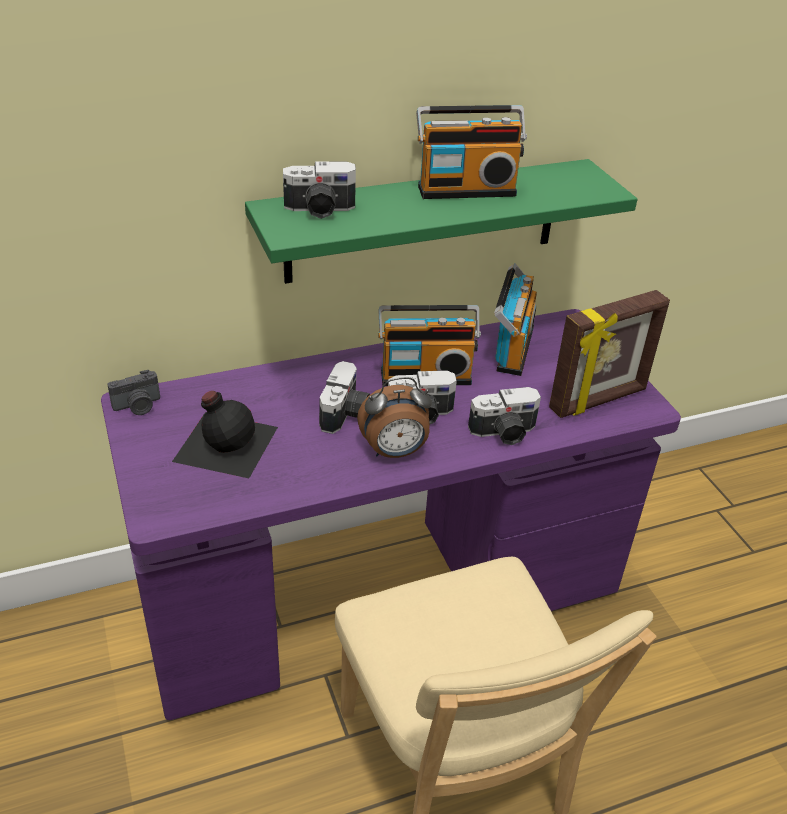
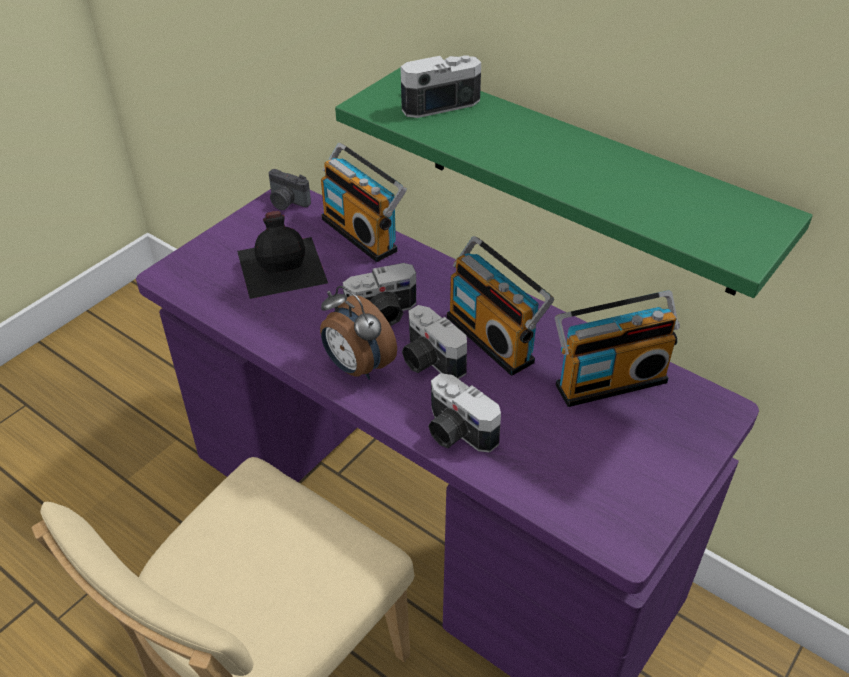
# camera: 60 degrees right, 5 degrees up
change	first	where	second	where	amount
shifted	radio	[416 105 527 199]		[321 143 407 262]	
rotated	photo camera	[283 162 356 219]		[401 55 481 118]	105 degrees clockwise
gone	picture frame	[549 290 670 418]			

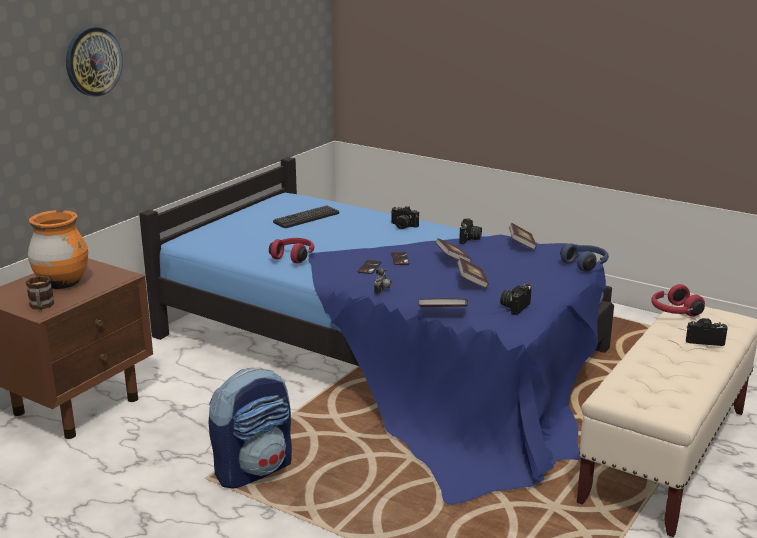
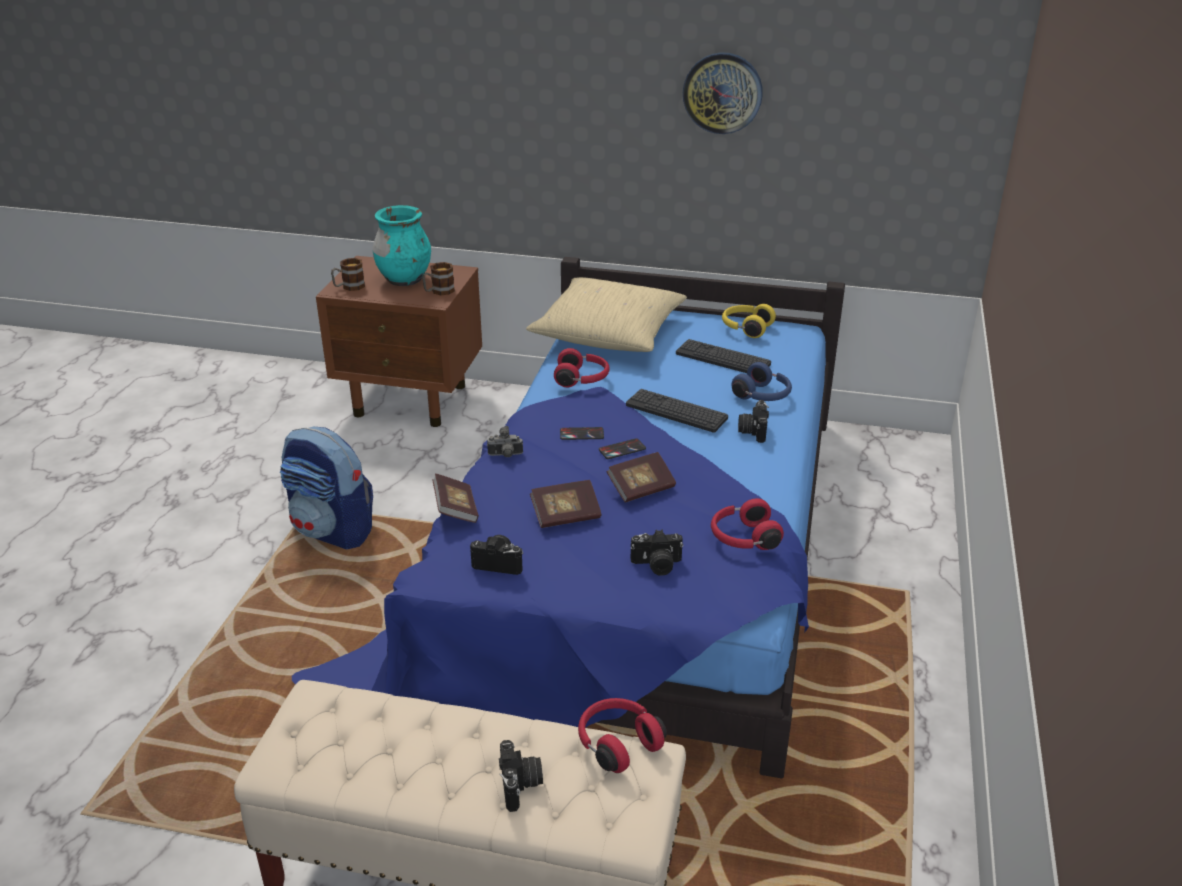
# camera: 70 degrees right, 10 degrees up
change	first	where	second	where	amount
shifted	wall clock	[66 27 123 96]		[683 52 763 134]	
repainted	vase/orange	[28 210 88 289]	vase/turquoise	[372 205 431 286]	
shifted	photo camera	[459 218 482 244]		[631 530 683 576]	
swapped	book	[509 223 537 250]	headphones/red	[711 498 784 550]	
shifted	headphones/blue	[560 243 609 272]		[732 362 792 401]	
new			mug	[422 262 455 295]	
new			pillow/beige	[526 277 687 352]	
new			headphones/yellow	[722 304 776 338]	
new			keyboard	[626 389 728 433]	

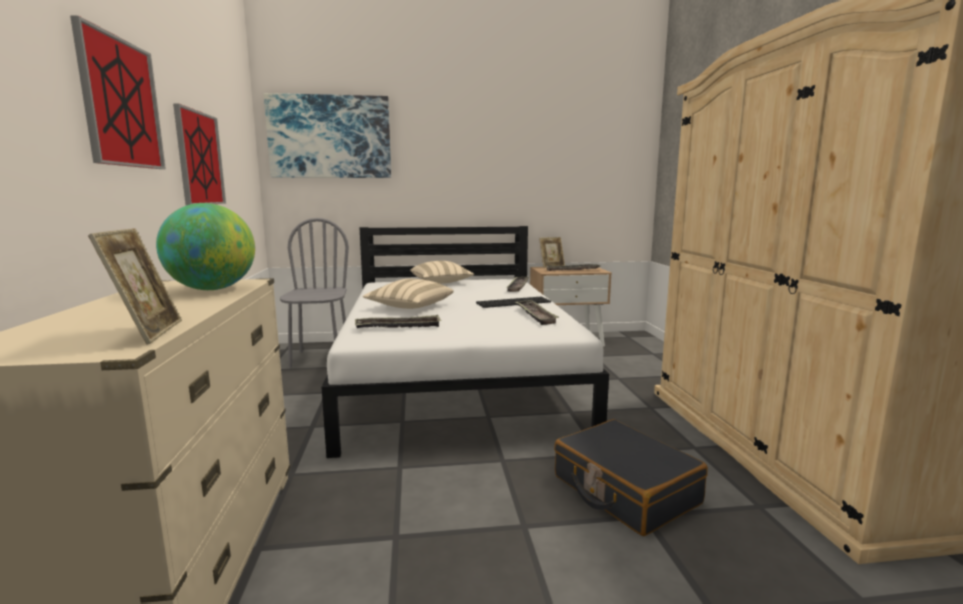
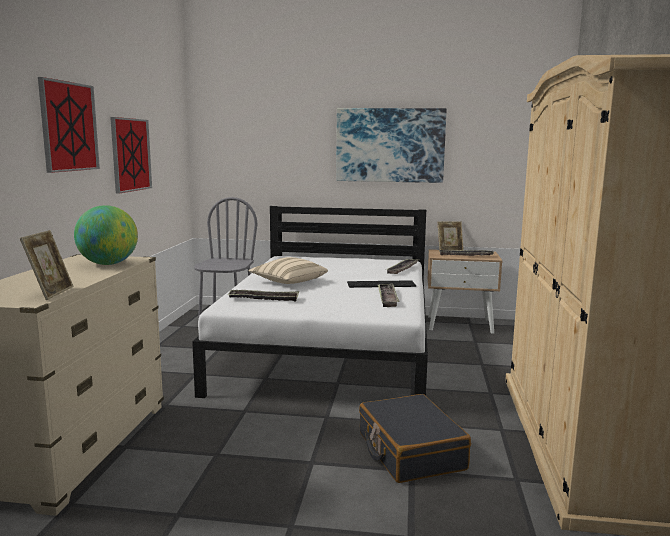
# camera: 15 degrees right, 0 degrees up
change	first	where	second	where	amount
shifted	picture	[264 93 391 178]		[336 108 447 183]	
gone	pillow/beige	[410 261 474 284]			

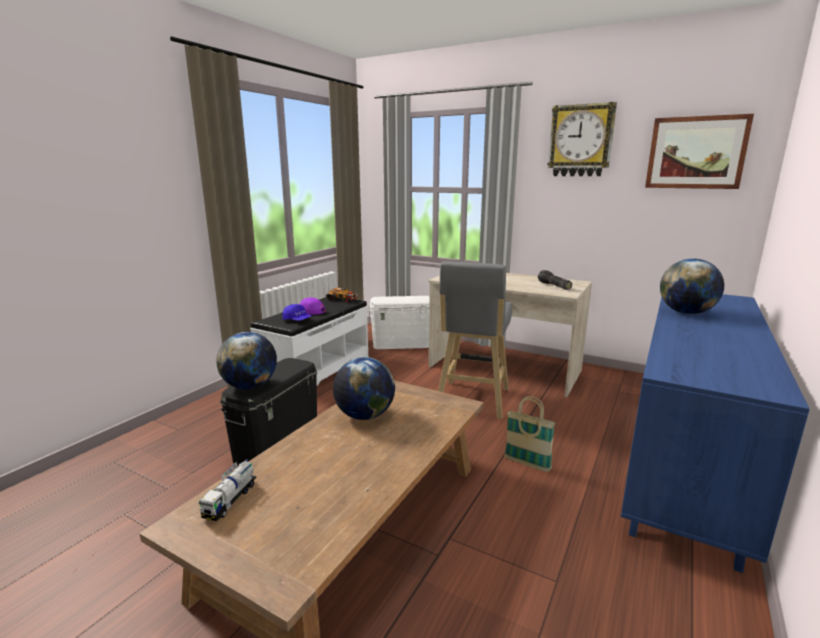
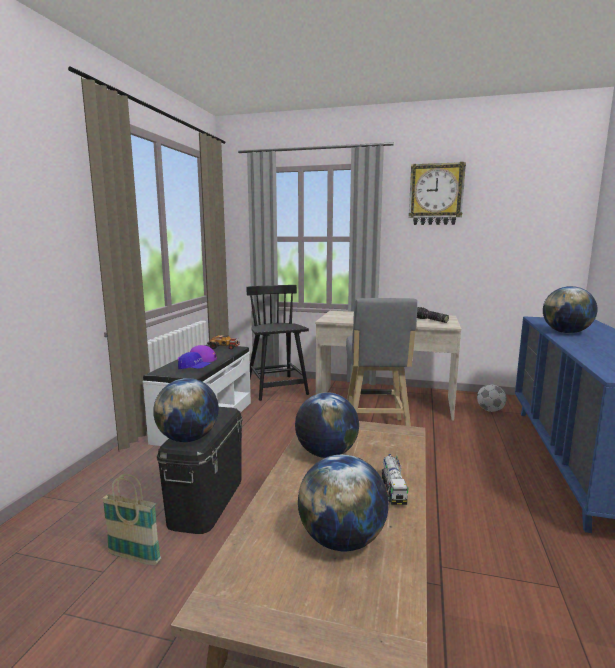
# camera: 15 degrees left, 5 degrees down
change	first	where	second	where	amount
gone	picture	[645 114 754 189]			
swapped	storage box/white	[369 296 430 349]	chair/black	[246 285 309 401]	
shifted	basket	[504 396 555 472]		[102 474 161 566]	
shifted	toy truck	[199 459 256 521]		[382 454 408 505]	
new			football	[477 384 506 412]	
new			globe	[298 455 389 551]	

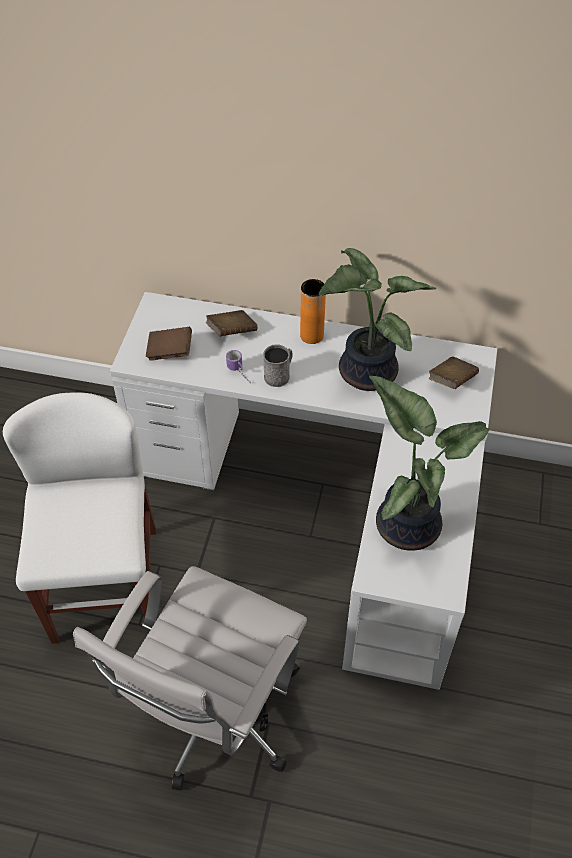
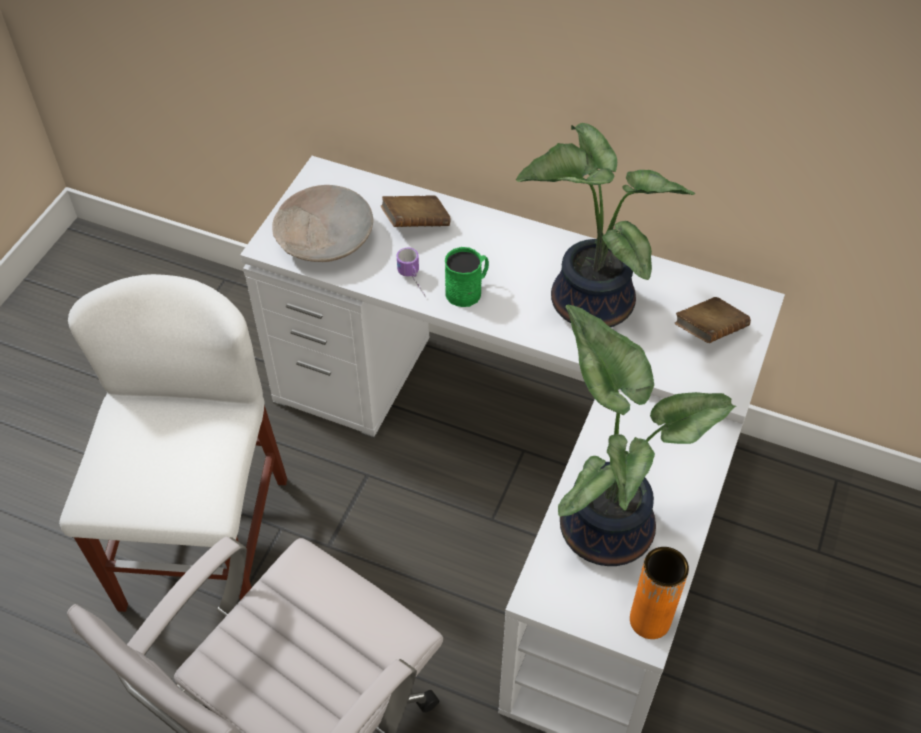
# camera: 10 degrees right, 0 degrees up
change	first	where	second	where	amount
shifted	vase/orange	[300 279 326 344]		[630 547 689 639]	
swapped	book/brown	[146 327 192 360]	bowl/beige	[272 185 373 262]	
repainted	mug/grey	[263 344 293 387]	mug/green	[445 247 489 307]	

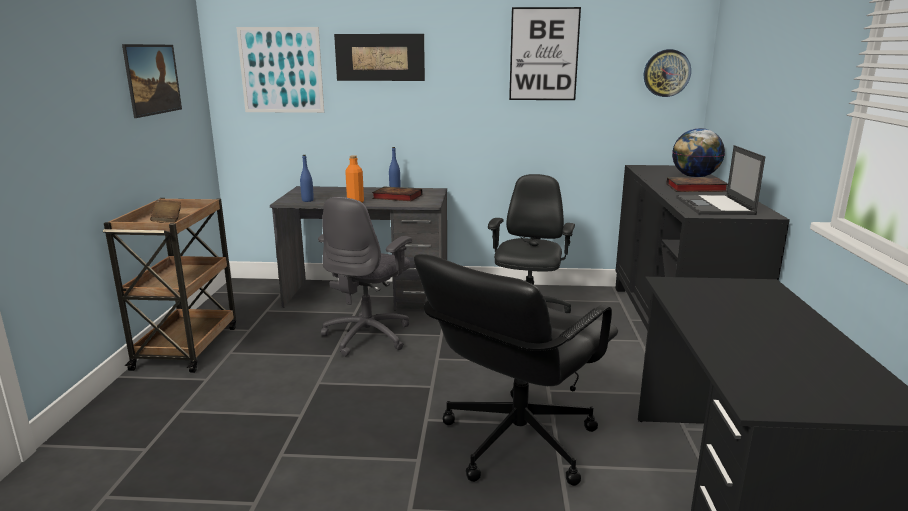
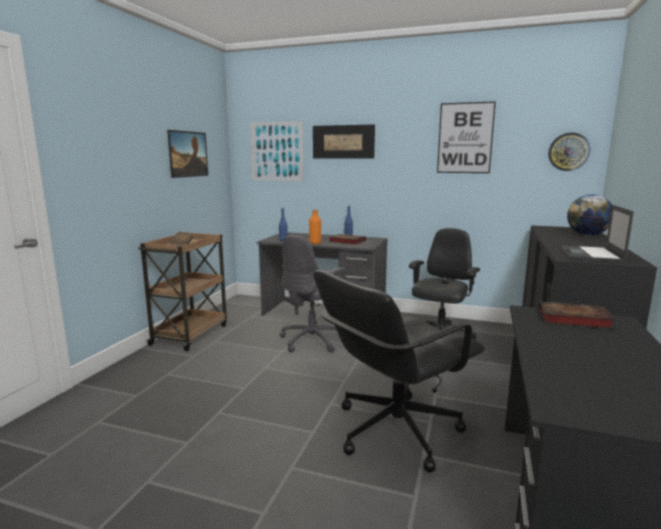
# camera: 15 degrees right, 5 degrees down
change	first	where	second	where	amount
shifted	book	[667 177 728 192]		[539 302 615 329]	

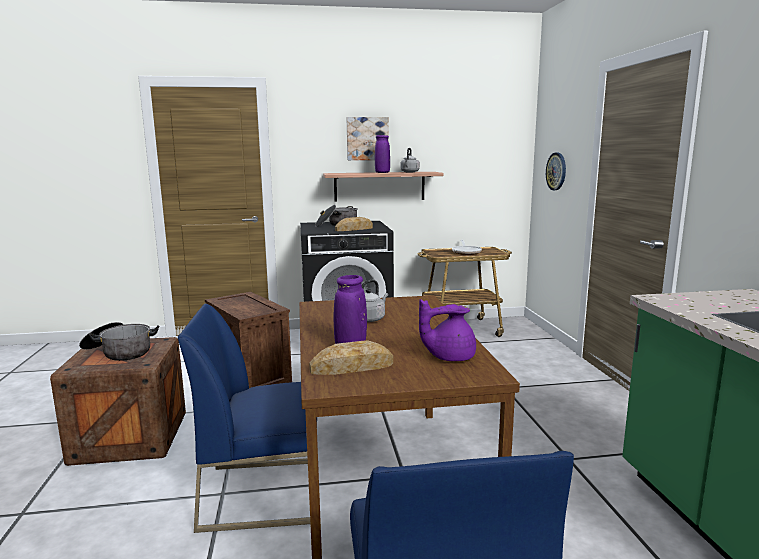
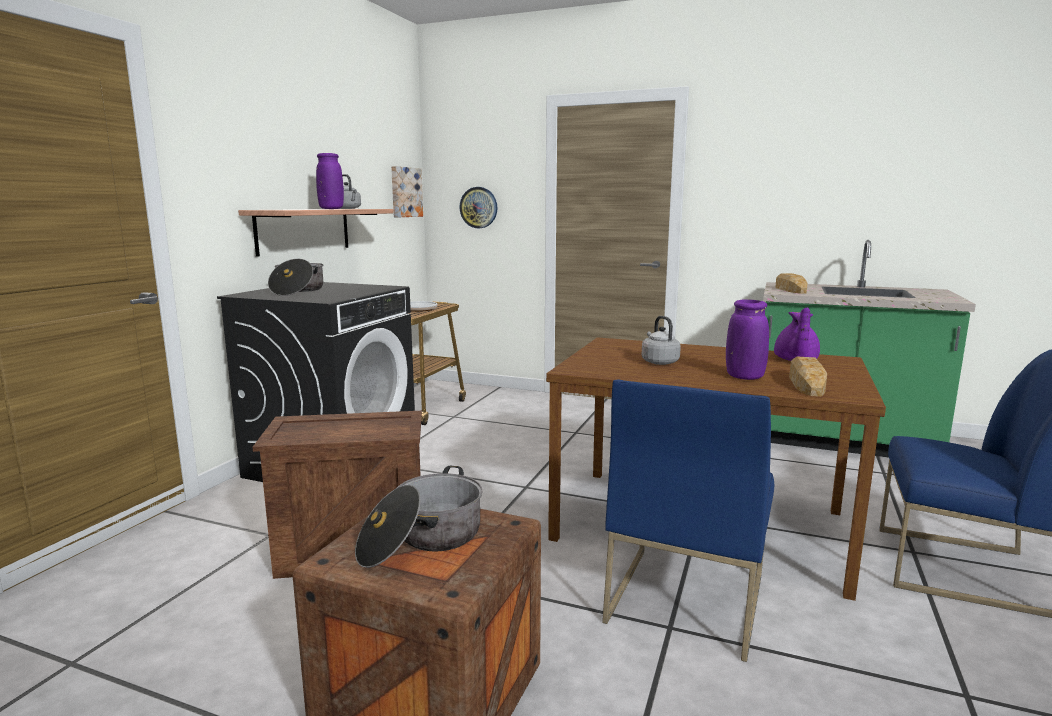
# camera: 60 degrees left, 0 degrees up
change	first	where	second	where	amount
shifted	picture	[347 117 389 160]		[391 166 423 217]	
shifted	bread	[335 217 373 231]		[775 273 808 294]	

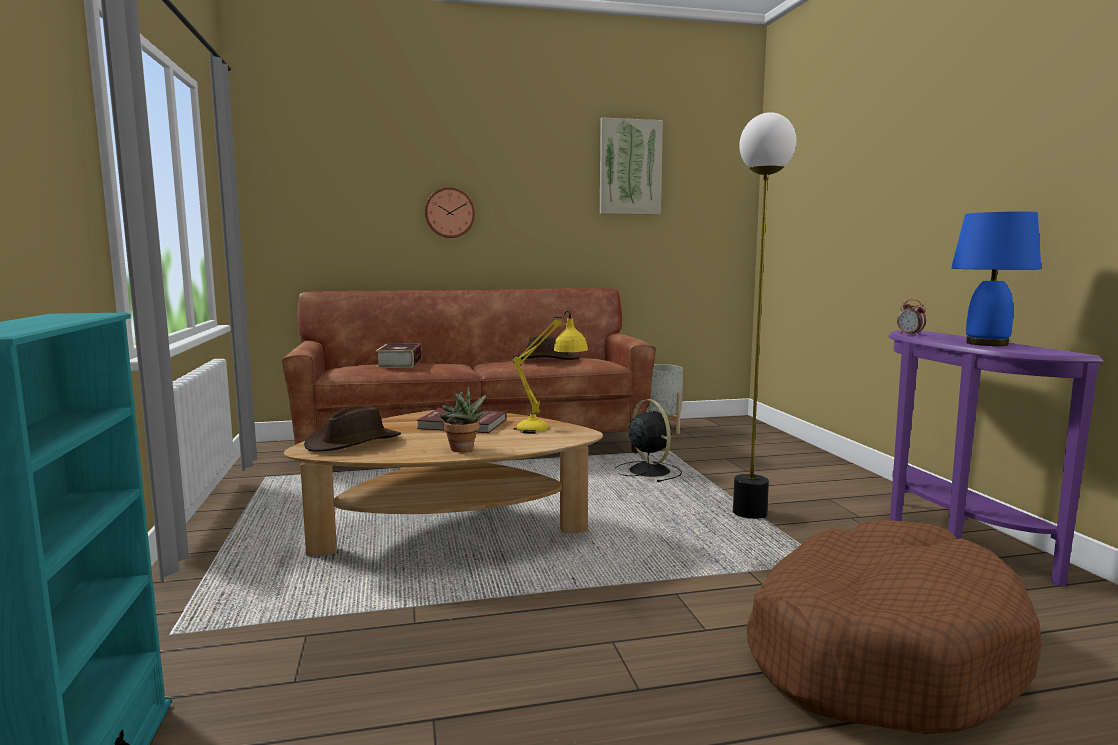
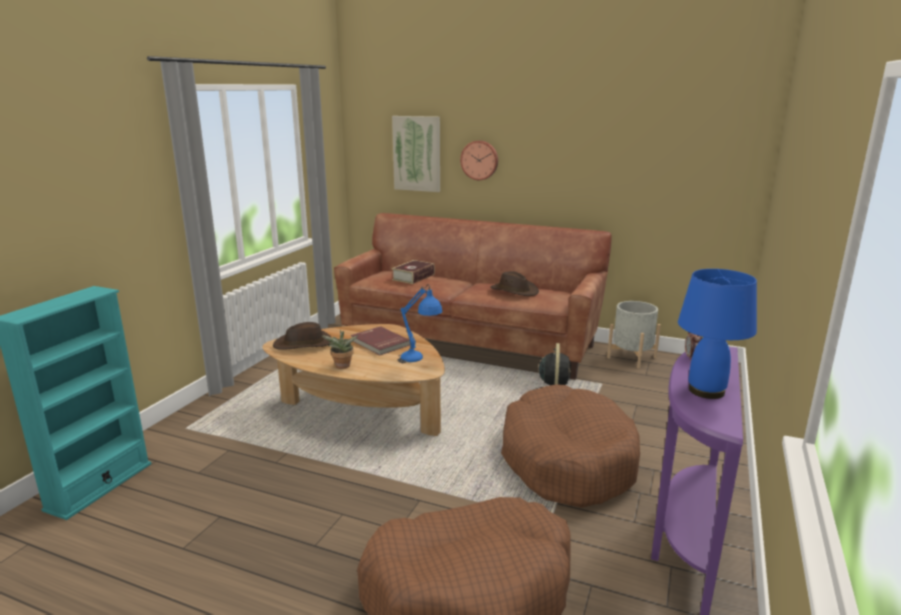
# camera: 35 degrees right, 10 degrees up
change	first	where	second	where	amount
swapped	floor lamp	[733 112 796 519]	dog bed/brown	[501 384 640 508]	
shifted	picture	[600 117 663 215]		[392 116 440 192]	
repainted	table lamp/yellow	[513 311 588 434]	table lamp/blue	[397 284 443 363]	

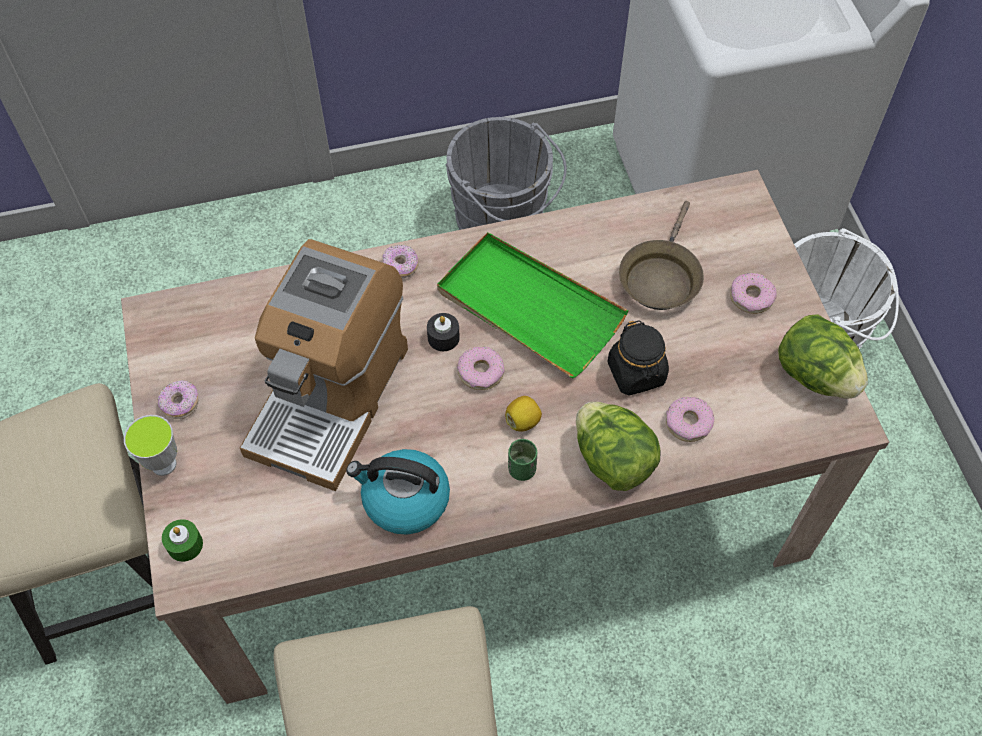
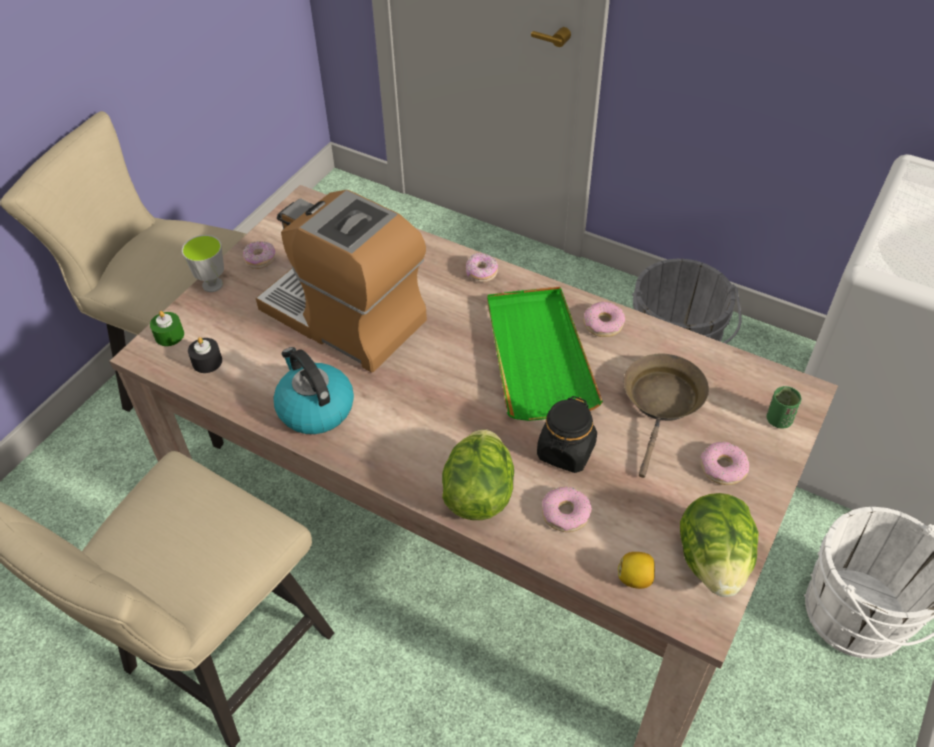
# camera: 45 degrees right, 10 degrees down
change	first	where	second	where	amount
rotated	frying pan/brown	[619 201 704 310]		[624 354 709 478]	135 degrees clockwise
rotated	coffee machine	[240 239 408 491]		[256 190 427 372]	60 degrees clockwise
shifted	candle/black	[427 313 460 351]		[188 337 222 373]	
shifted	donut	[457 347 505 390]		[583 302 626 337]	
shifted	lemon	[505 396 542 431]		[618 552 655 589]	
shifted	cup/green	[508 439 538 481]		[767 386 801 429]	

